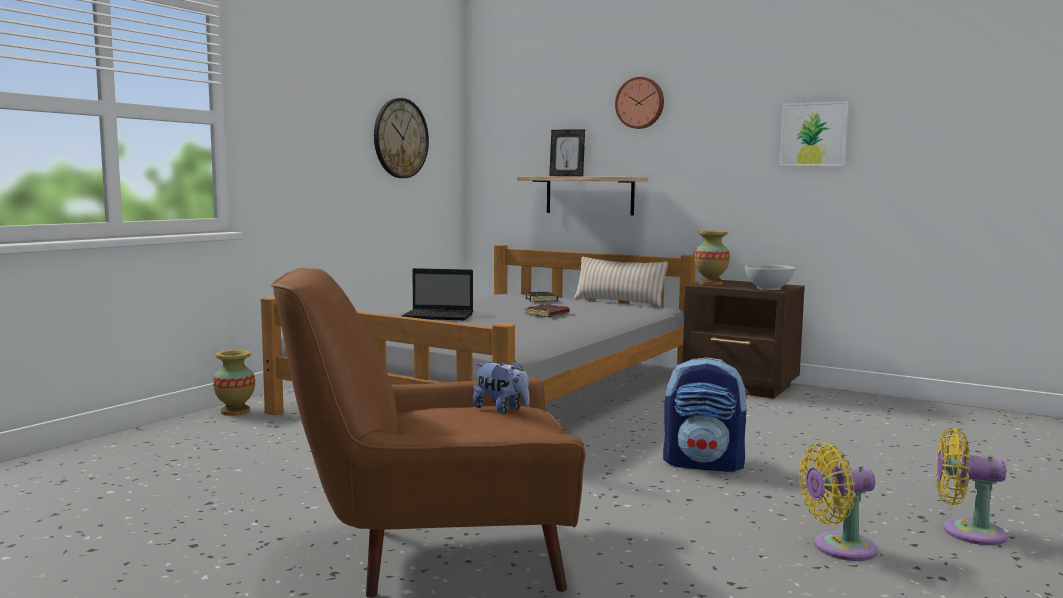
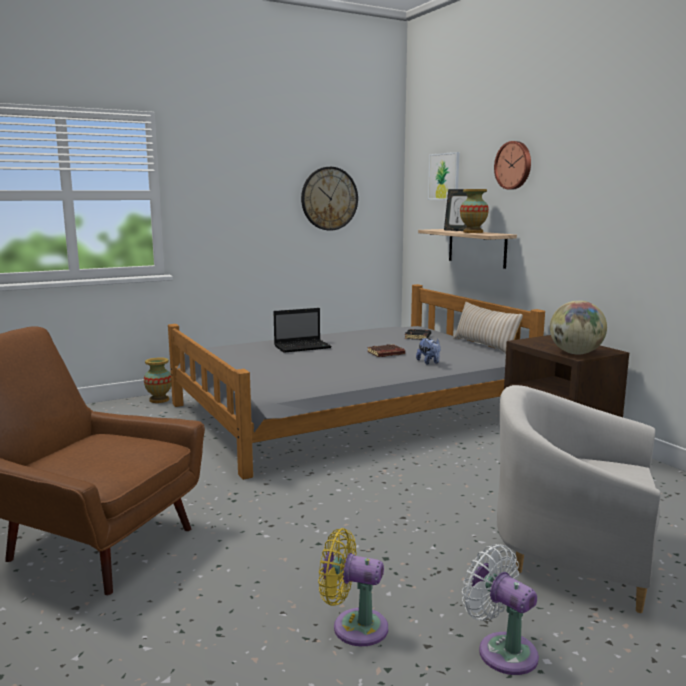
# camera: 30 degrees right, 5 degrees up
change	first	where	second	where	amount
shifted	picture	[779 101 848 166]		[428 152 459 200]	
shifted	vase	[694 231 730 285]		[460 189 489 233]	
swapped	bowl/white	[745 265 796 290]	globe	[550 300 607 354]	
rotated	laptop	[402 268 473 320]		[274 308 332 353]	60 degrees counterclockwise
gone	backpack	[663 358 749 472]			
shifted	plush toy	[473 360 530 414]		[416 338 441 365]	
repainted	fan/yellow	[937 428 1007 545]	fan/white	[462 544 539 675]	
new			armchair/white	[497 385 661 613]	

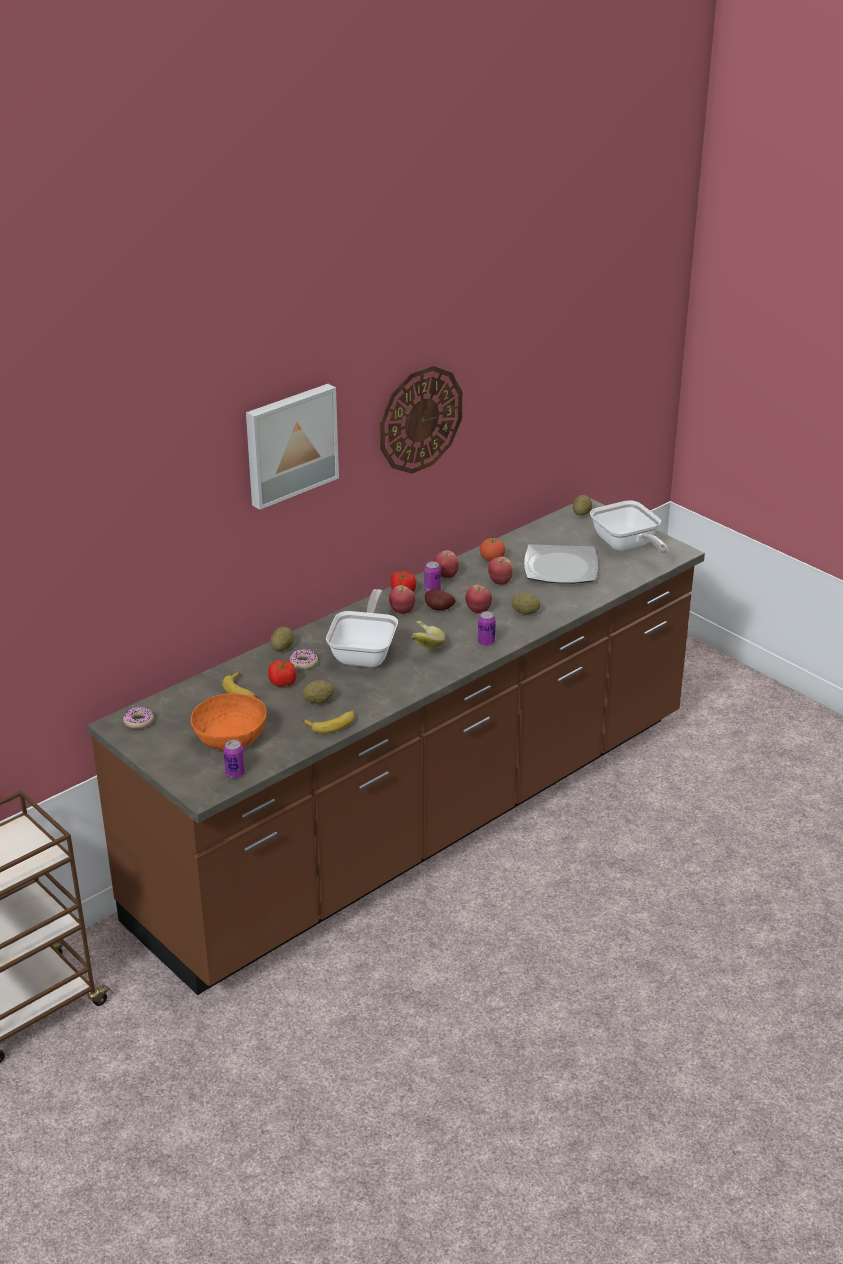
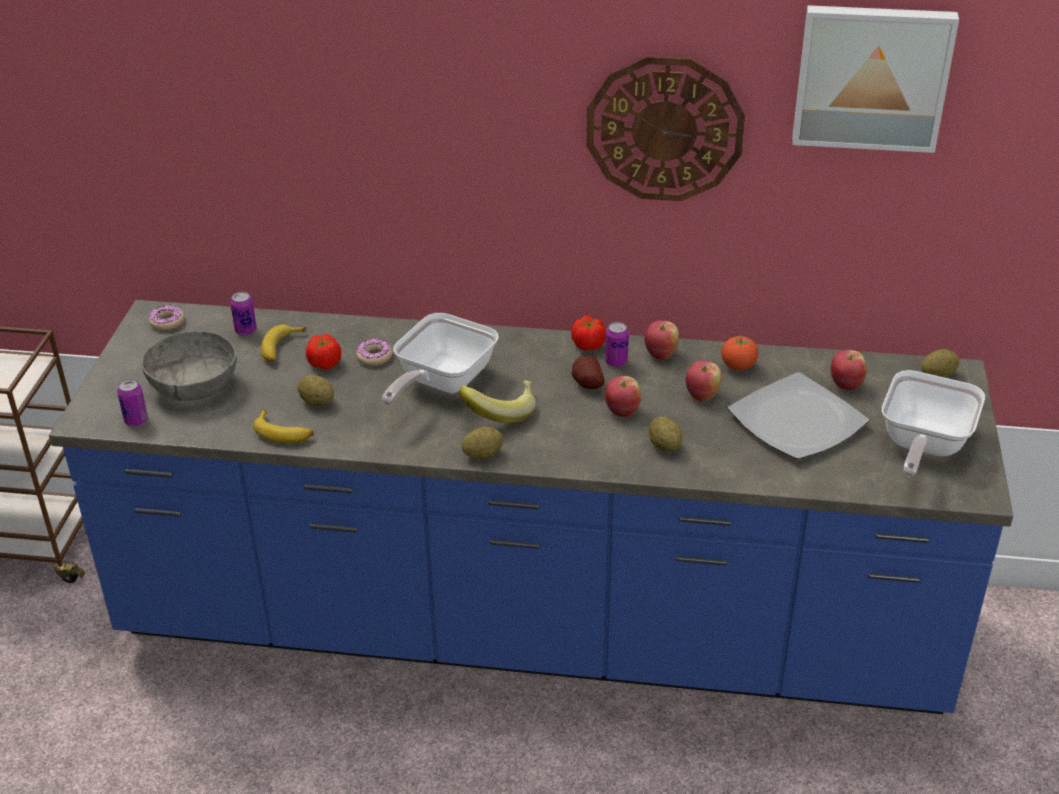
# camera: 50 degrees right, 5 degrees up
change	first	where	second	where	amount
shifted	picture	[246 384 339 510]		[792 5 959 153]	
repainted	counter/brown	[88 498 705 995]	counter/blue	[49 300 1013 714]	
shifted	apple	[389 585 415 614]		[831 350 867 390]	
rotated	frying pan	[326 589 398 667]		[382 313 498 405]	150 degrees clockwise
shifted	can	[478 611 496 646]		[230 292 257 336]	
shifted	potato	[271 627 294 651]		[462 427 503 459]	
repainted	bowl/orange	[191 693 267 751]	bowl/grey	[142 331 237 401]	

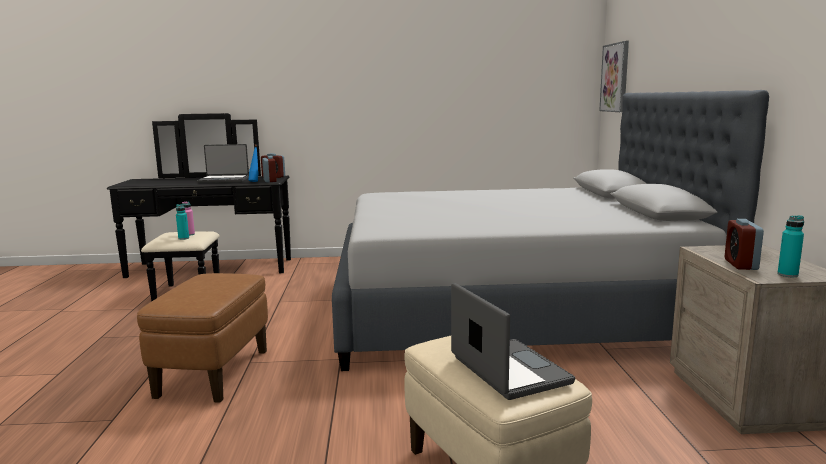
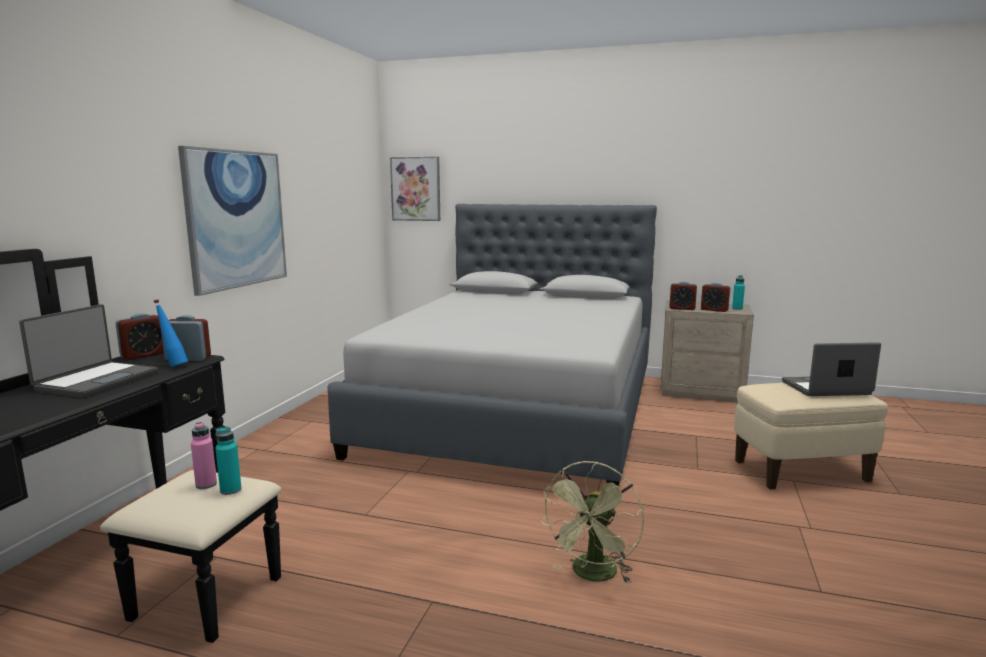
# camera: 70 degrees left, 0 degrees up
change	first	where	second	where	amount
swapped	ottoman/brown	[137 273 268 403]	fan/green	[540 461 644 584]	
new			picture	[178 146 287 296]	
new			alarm clock	[669 282 697 310]	

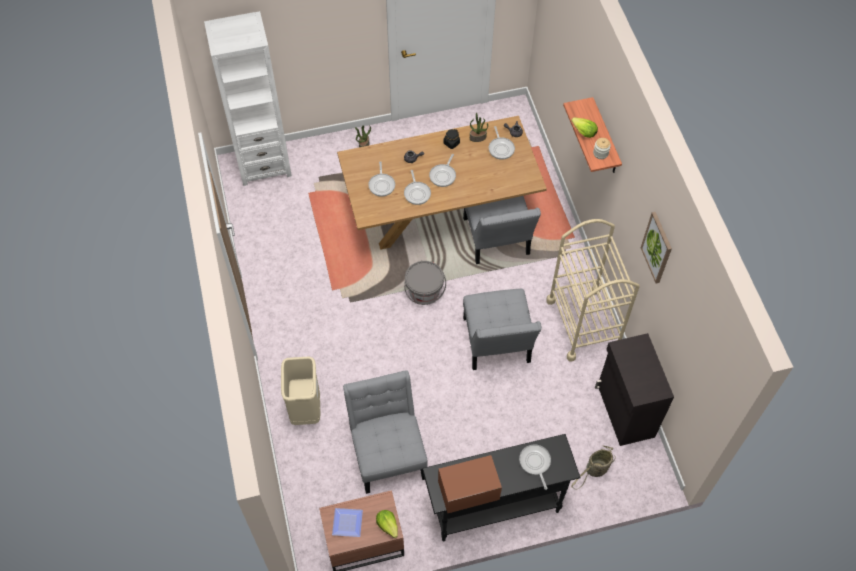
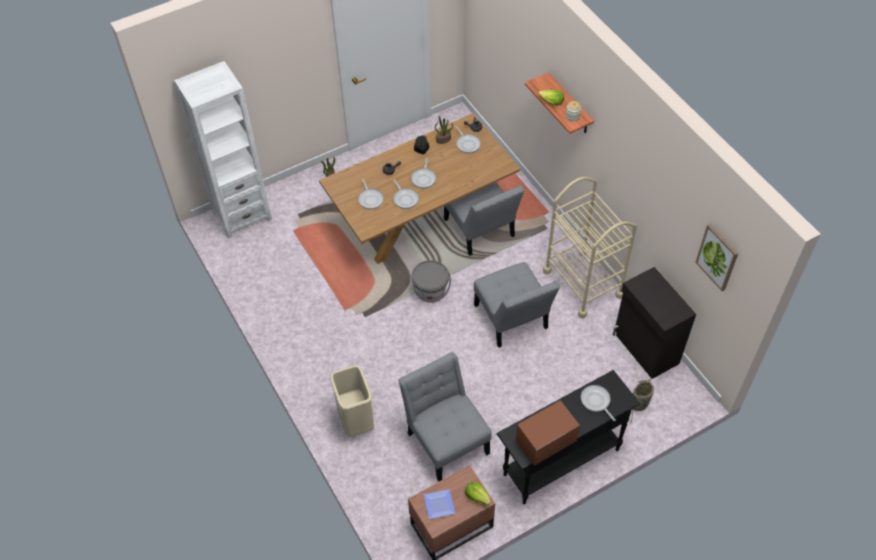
# camera: 15 degrees left, 5 degrees down
change	first	where	second	where	amount
shifted	picture	[641 212 672 283]		[695 224 738 291]	

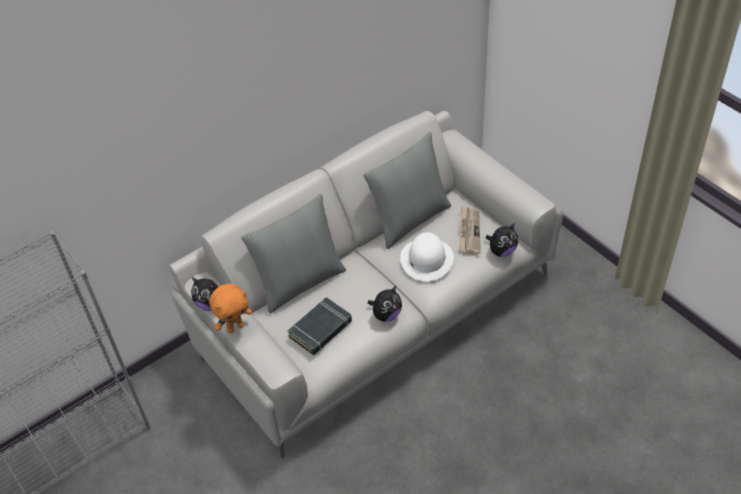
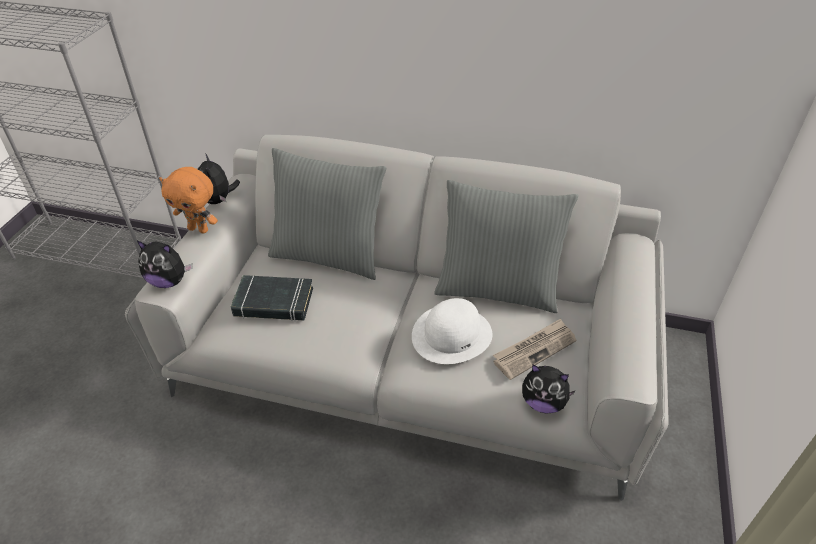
# camera: 50 degrees right, 5 degrees down
change	first	where	second	where	amount
shifted	plush toy	[368 286 402 322]		[137 241 193 288]	

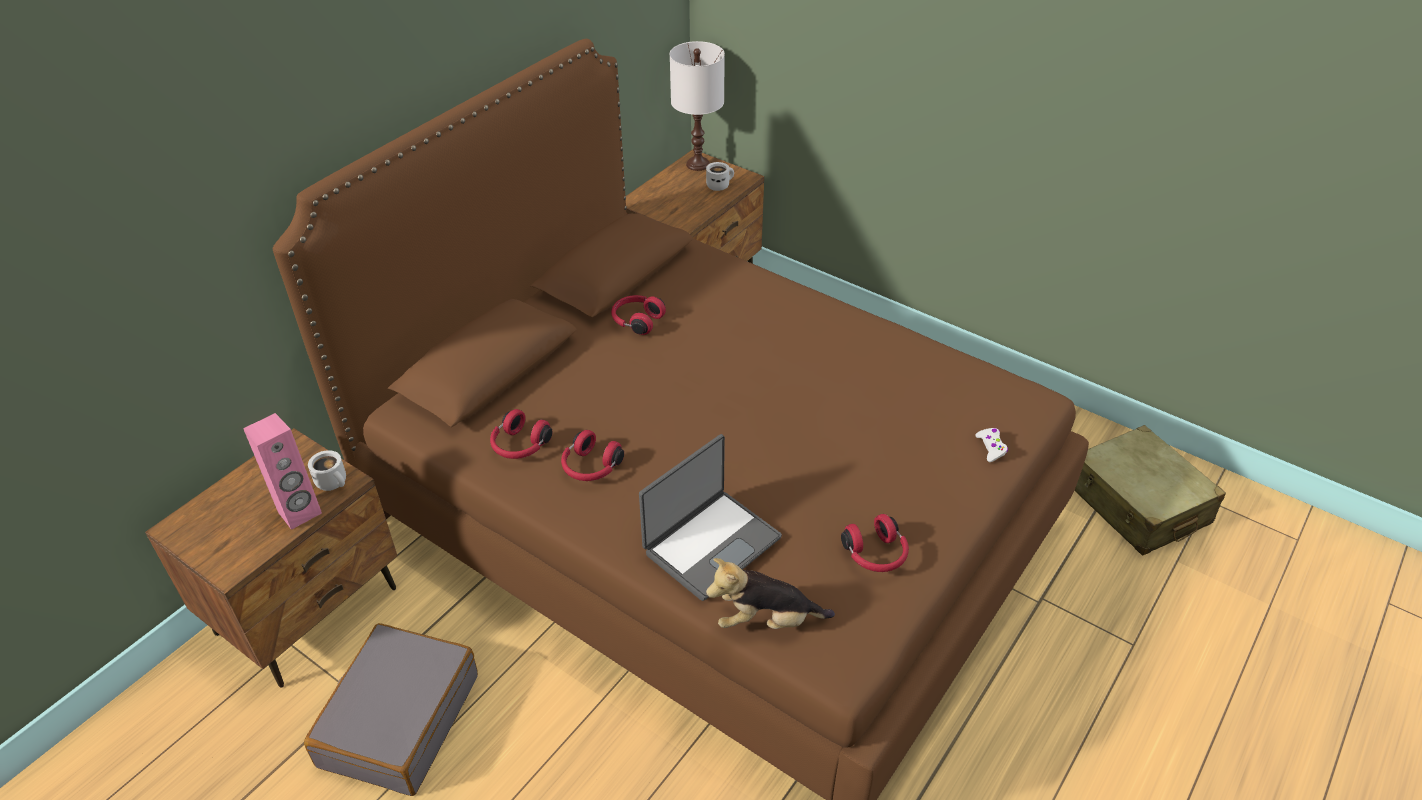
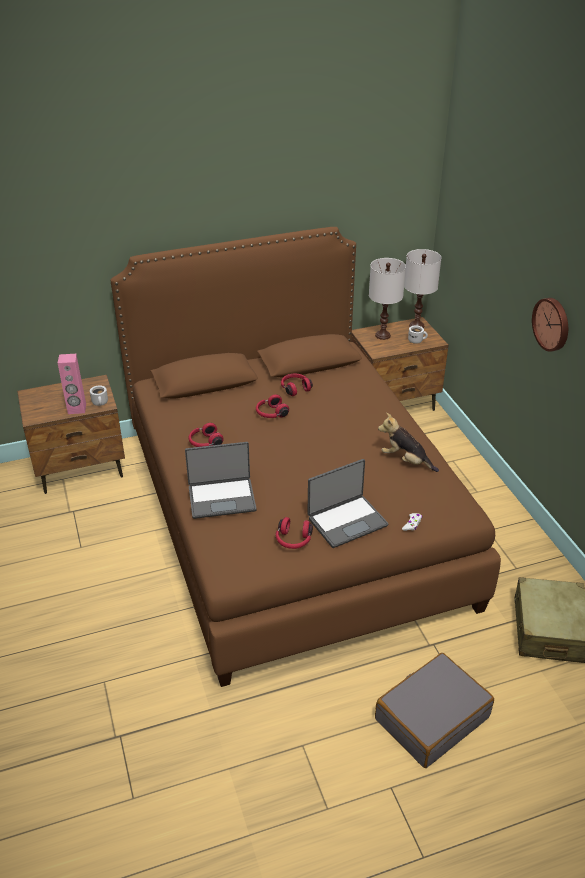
# camera: 35 degrees right, 5 degrees down
change	first	where	second	where	amount
shifted	headphones/red	[490 409 552 459]		[256 394 289 418]	
shifted	plush toy	[706 558 835 629]		[378 413 439 472]	
shifted	suitcase/grey	[304 623 478 796]		[375 653 494 768]	
new			table lamp/white	[369 258 406 340]	
new			wall clock	[532 298 568 352]	
new			laptop	[307 459 388 548]	

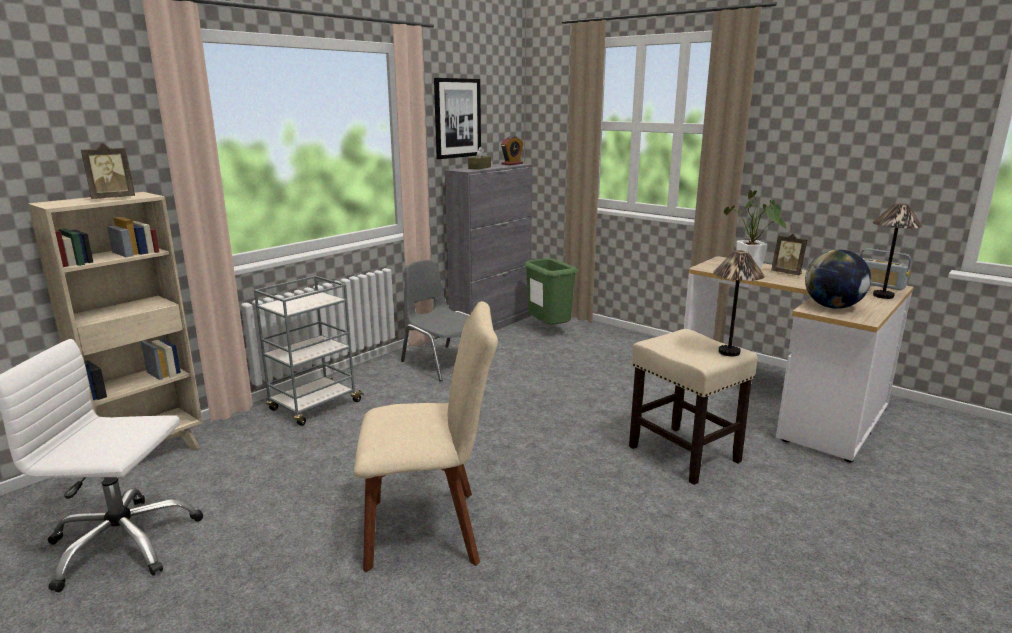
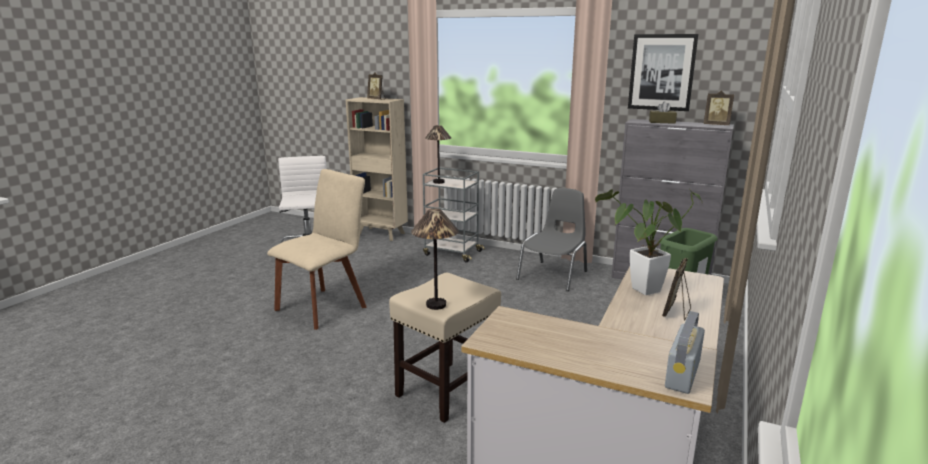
# camera: 75 degrees right, 0 degrees up
change	first	where	second	where	amount
swapped	alarm clock	[501 136 524 165]	picture frame	[704 91 734 125]	
shifted	table lamp	[873 203 923 299]		[425 125 451 184]	
gone	globe	[805 250 871 309]			
rotated	chair/beige	[353 301 498 572]		[267 169 366 330]	120 degrees counterclockwise

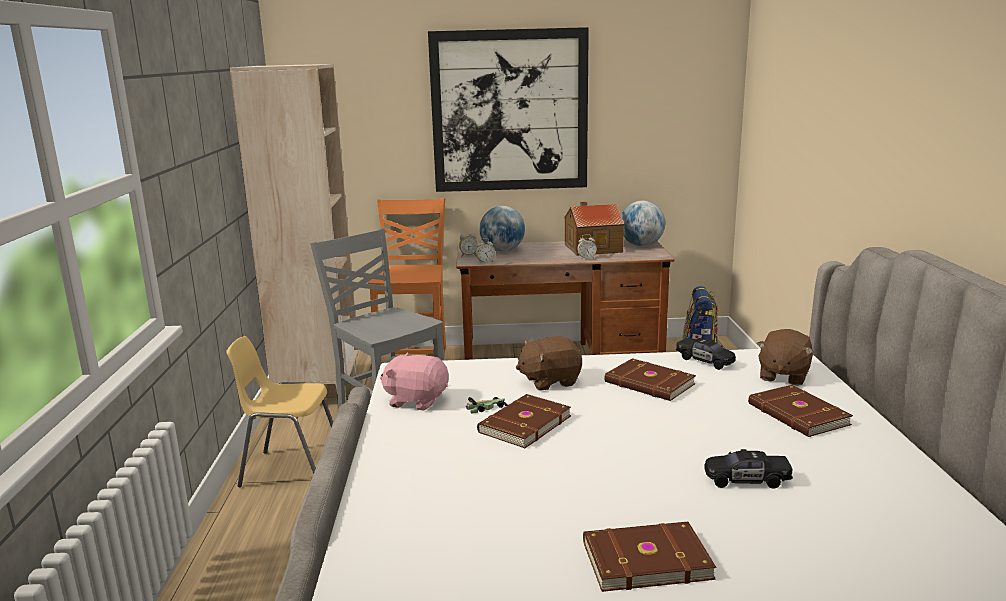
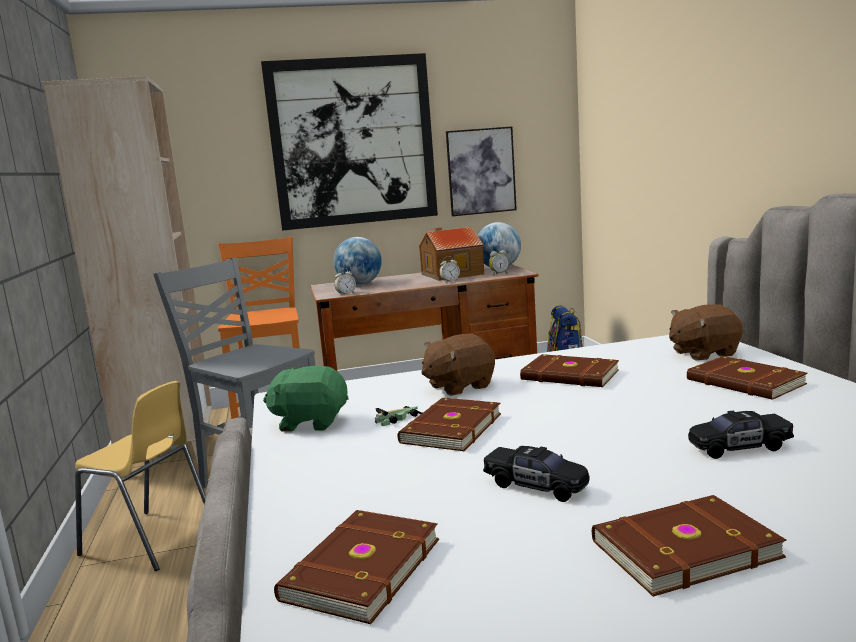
# camera: 10 degrees left, 5 degrees down
change	first	where	second	where	amount
shifted	alarm clock	[459 233 477 257]		[489 250 509 276]	
rotated	plush toy/brown	[757 329 813 386]		[669 304 743 361]	60 degrees clockwise
rotated	chair/yellow	[226 336 333 487]		[75 381 206 571]	150 degrees counterclockwise
shifted	toy car/black	[676 338 736 370]		[483 446 589 502]	
repainted	plush toy/pink	[380 352 449 411]	plush toy/green	[263 366 349 432]	
new			picture	[446 126 517 216]	
new			book/brown	[274 510 439 624]	

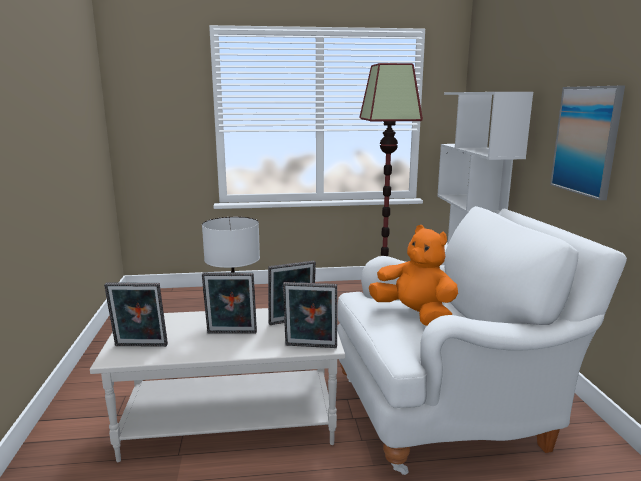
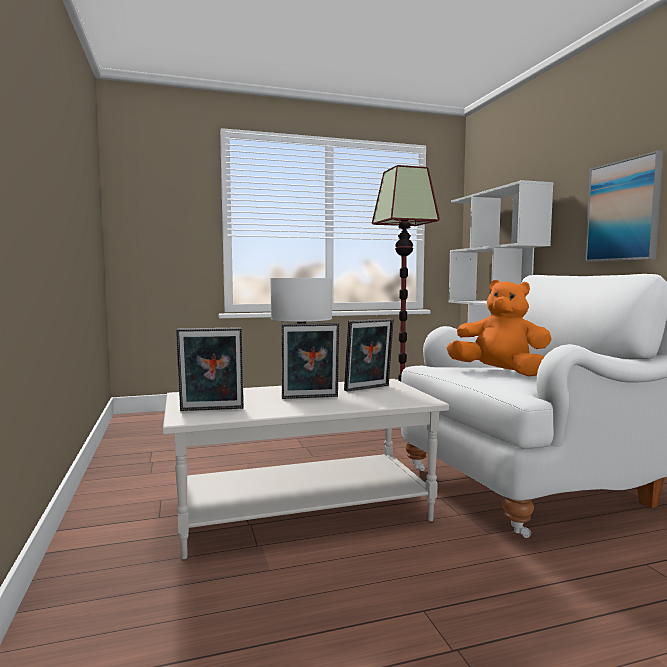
# camera: 10 degrees left, 10 degrees down
change	first	where	second	where	amount
gone	picture frame	[283 282 337 348]			

